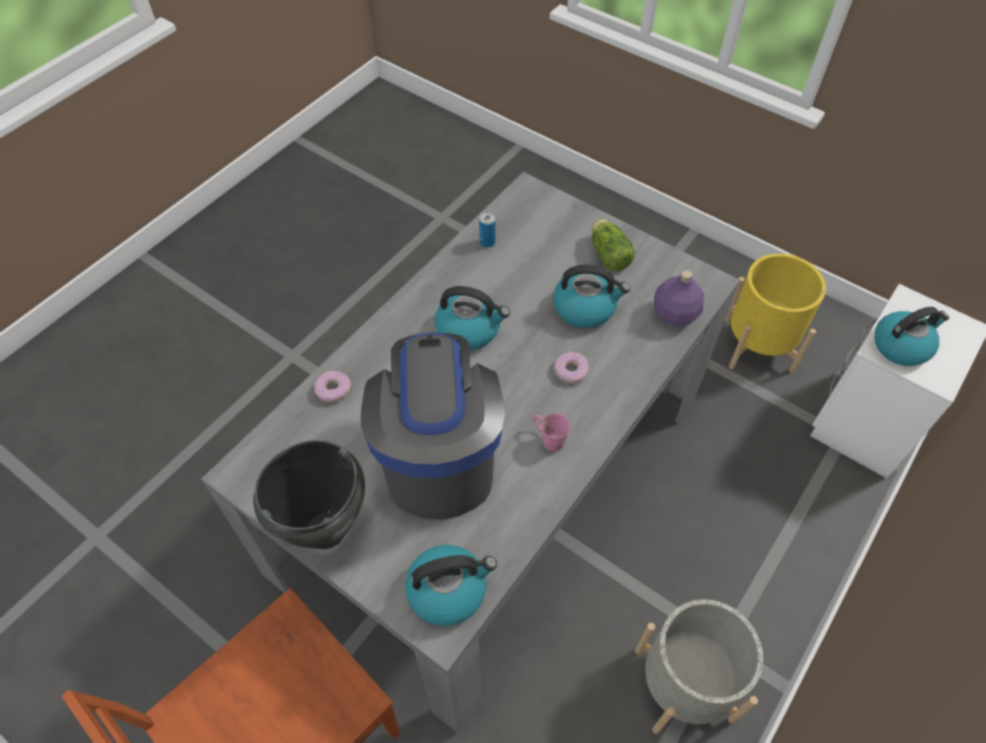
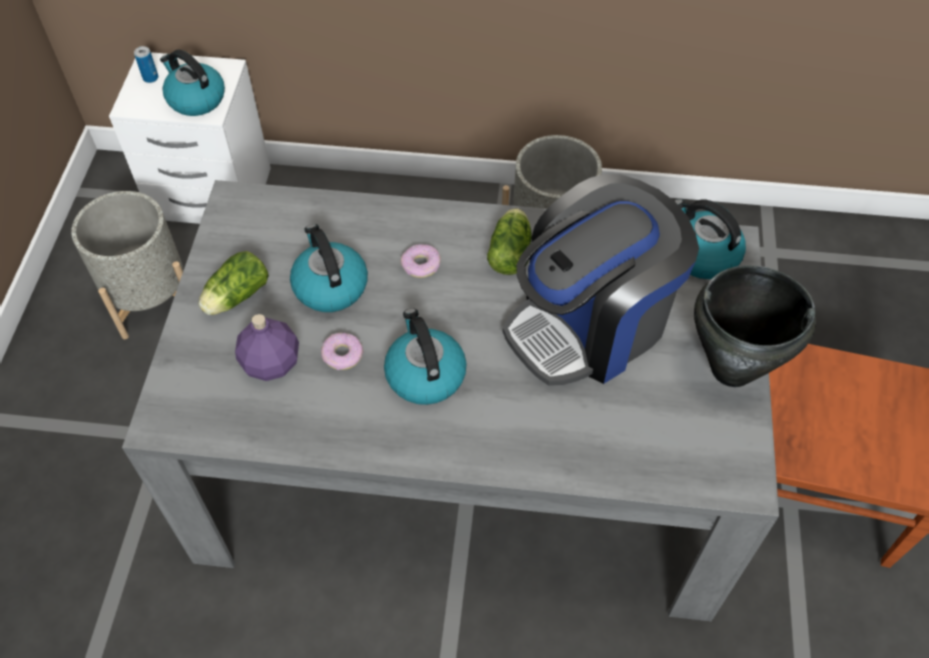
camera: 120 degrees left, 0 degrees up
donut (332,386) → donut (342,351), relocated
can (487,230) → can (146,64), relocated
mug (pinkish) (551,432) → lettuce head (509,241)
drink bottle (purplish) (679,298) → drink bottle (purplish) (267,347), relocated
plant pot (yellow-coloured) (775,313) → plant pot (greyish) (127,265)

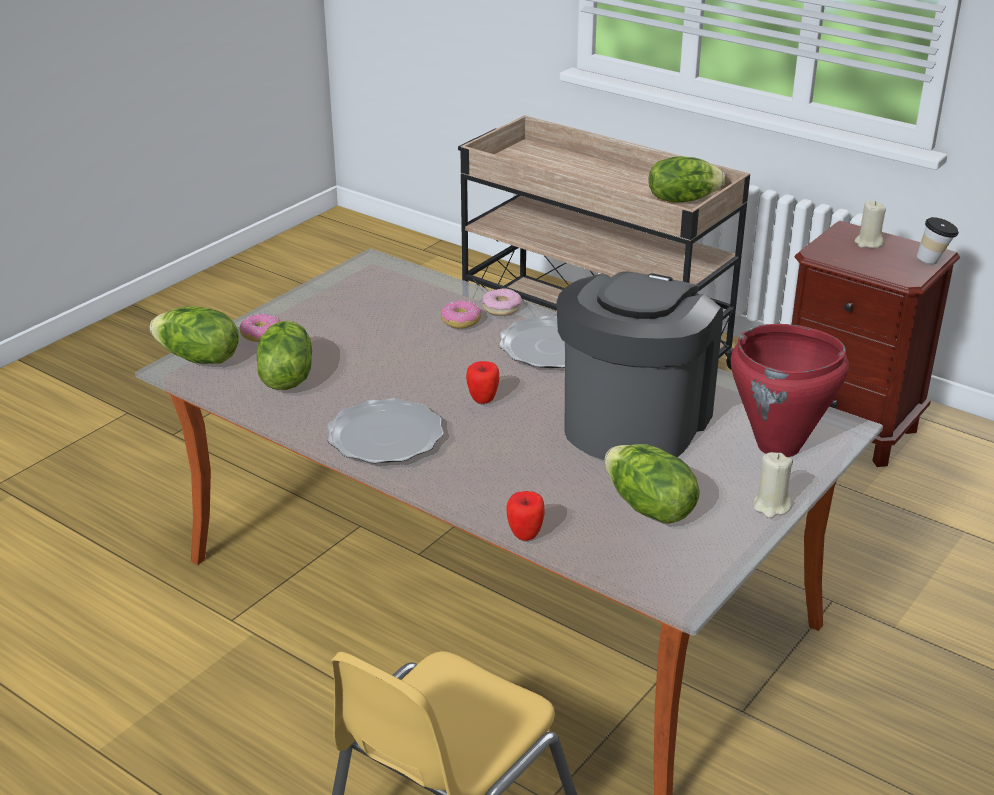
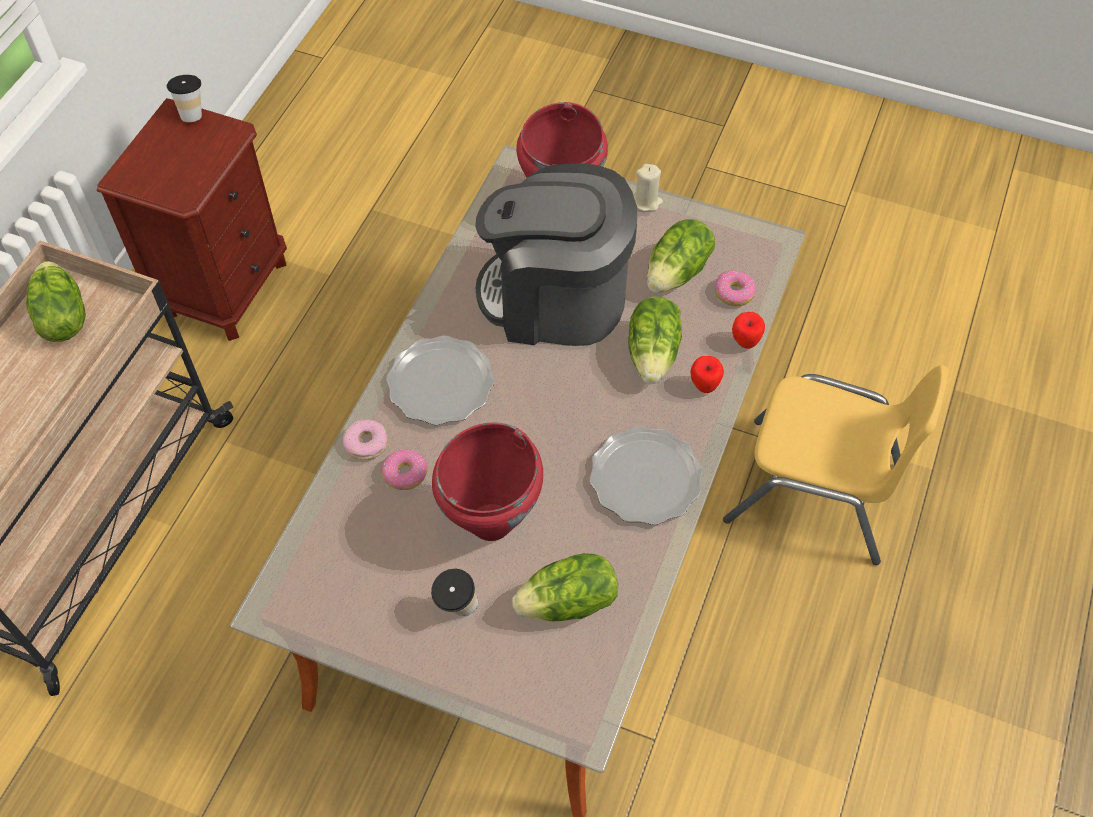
camera: 105 degrees left, 25 degrees up
lettuce head (194,335) → lettuce head (655,340), relocated
donut (259,328) → donut (735,288), relocated
whole apple (482,382) → whole apple (707,374), relocated
wax candle (beige-coloured) (870,224) → -
- → cup (454,592)
- → saucepot (red) (487,481)

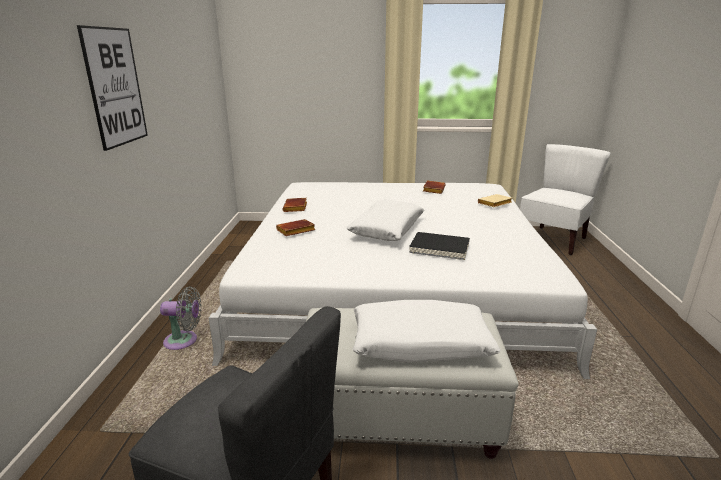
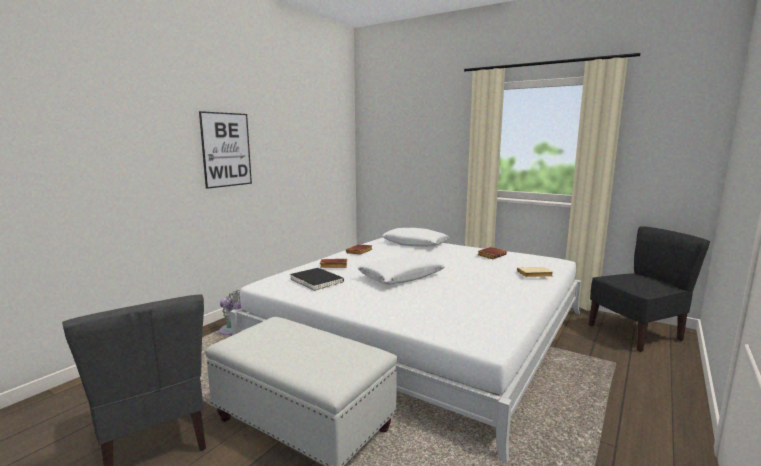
camera: 30 degrees right, 10 degrees down
throw pillow (white-coloured) (426,331) → throw pillow (white-coloured) (415,237), relocated
volume (black-coloured) (439,246) → volume (black-coloured) (317,279), relocated
plain chair (white-coloured) (565,199) → plain chair (black-coloured) (649,289)

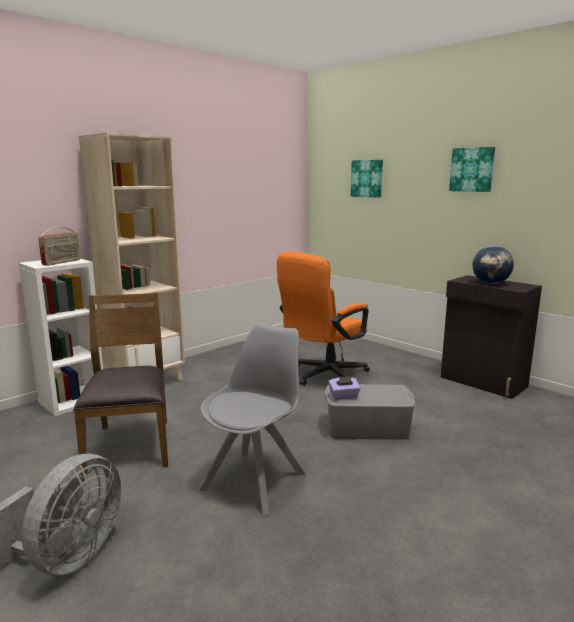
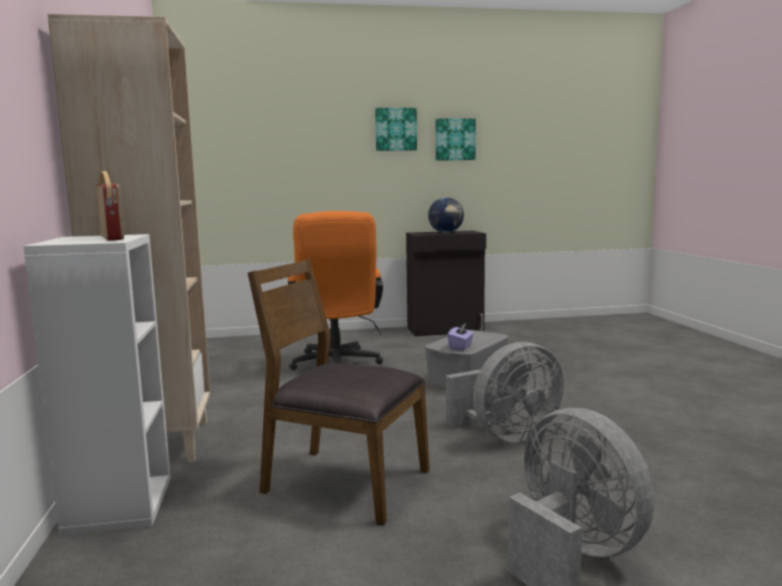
camera: 55 degrees left, 5 degrees down
plain chair (greyish) (252,419) → fan (greyish) (505,392)
wall art (367,179) → wall art (455,139), relocated

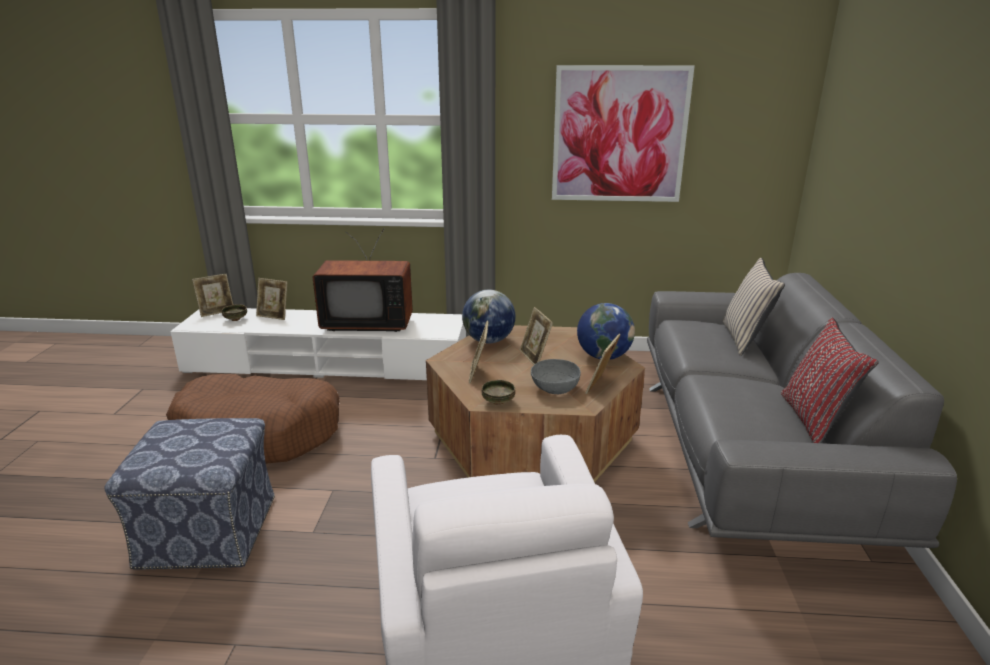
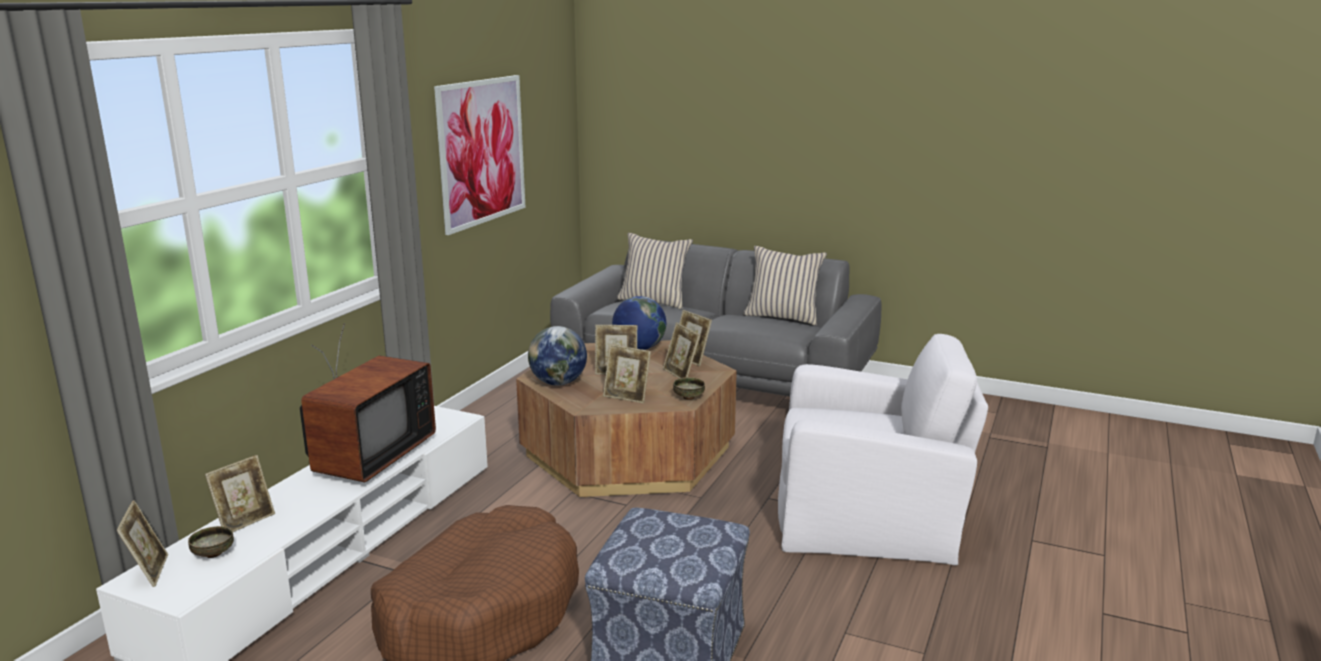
camera: 70 degrees left, 5 degrees down
bowl (greyish) (556,376) → picture frame (681,350)
throw pillow (red) (830,380) → throw pillow (beige-coloured) (785,286)

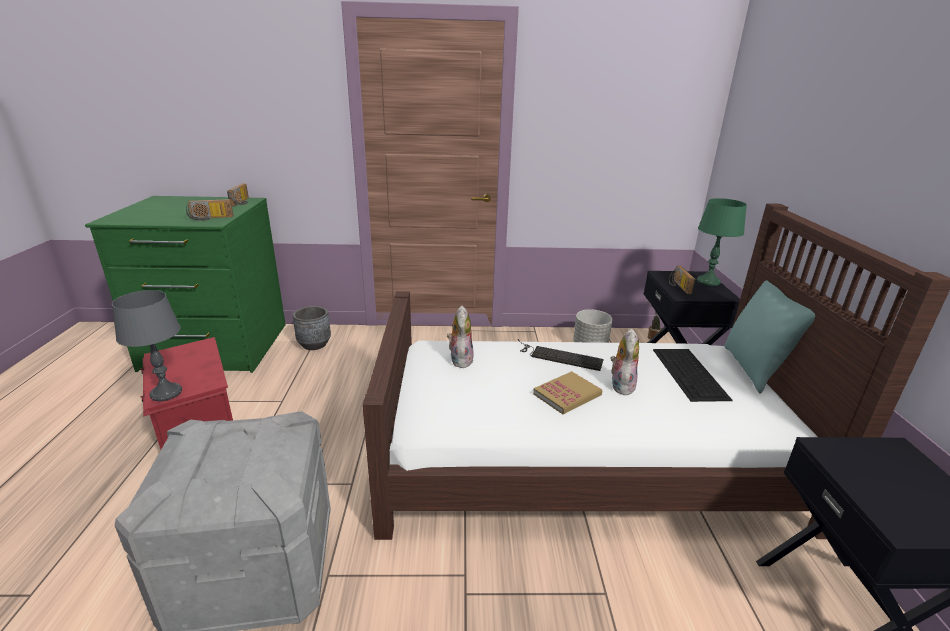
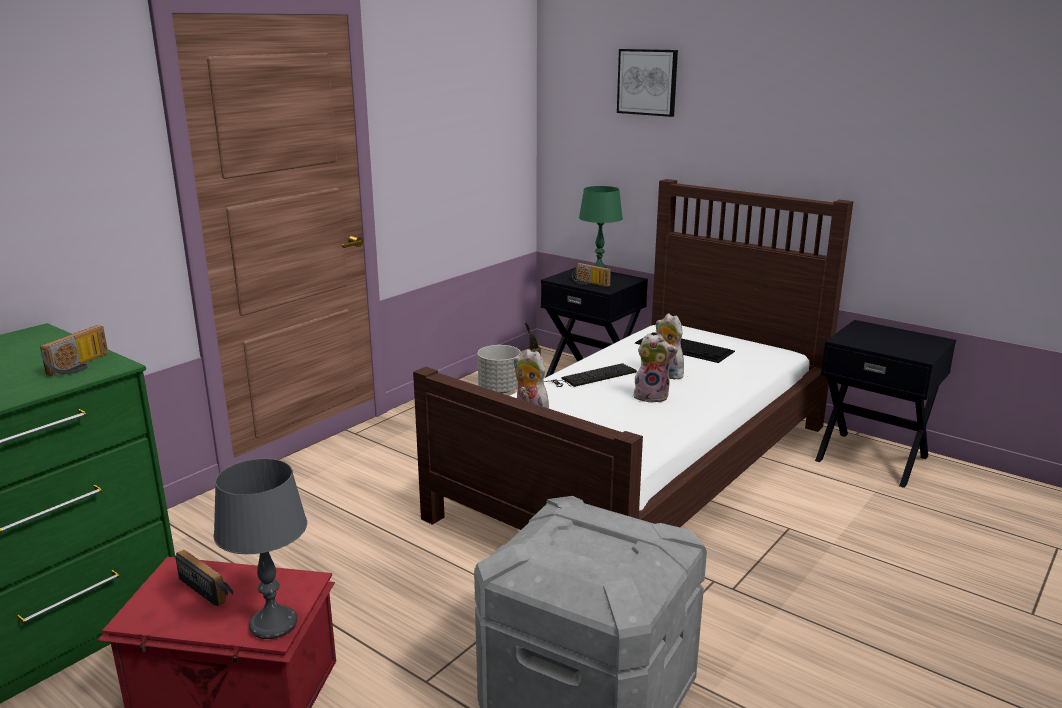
camera: 50 degrees left, 5 degrees down
radio receiver (238,194) → radio receiver (204,578), relocated
plant pot (greyish) (312,328) → -
volume (568,392) → cuddly toy (656,368)
throw pillow (turquoise) (769,337) → -
- → wall art (647,83)

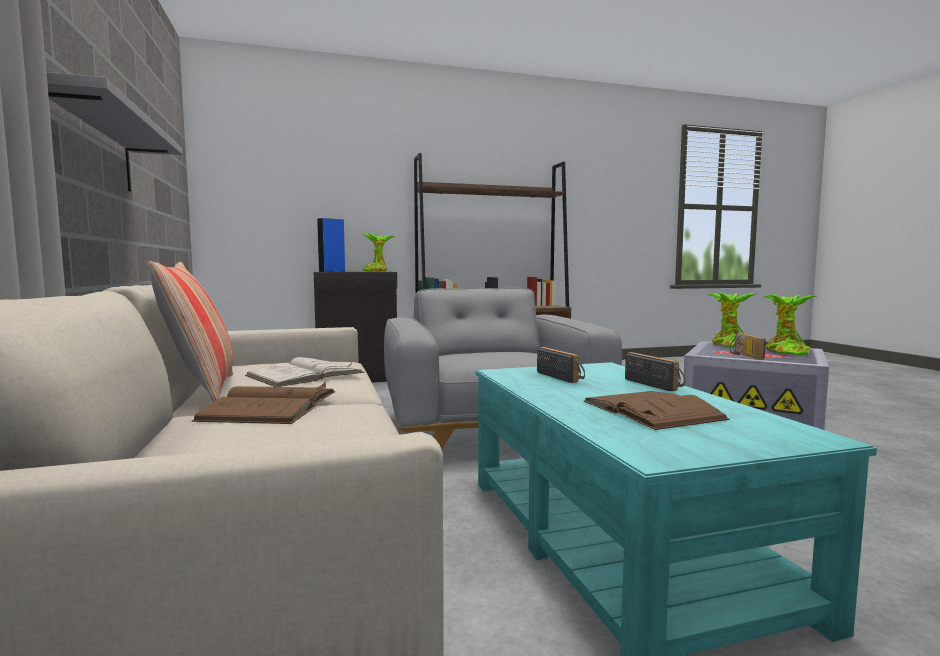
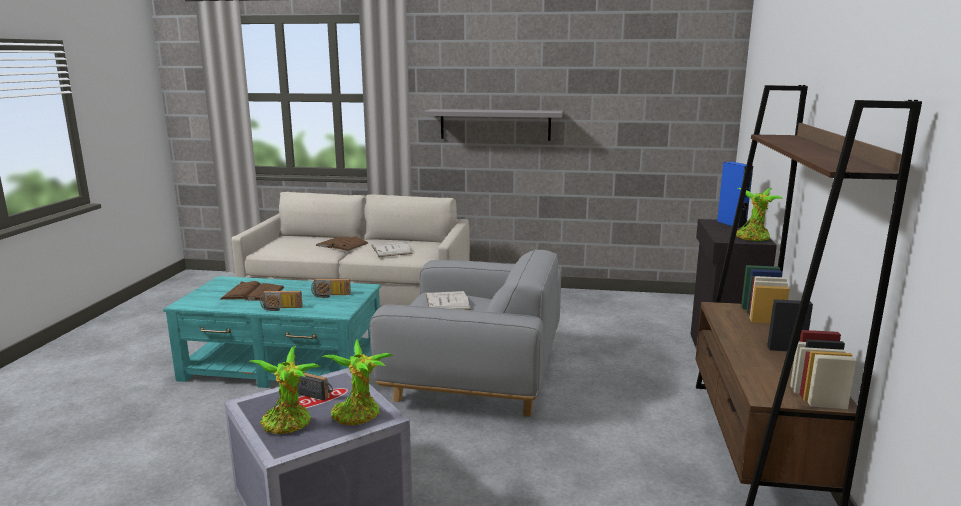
camera: 115 degrees right, 10 degrees up
throw pillow (191,331) → -
- → volume (white-coloured) (448,300)

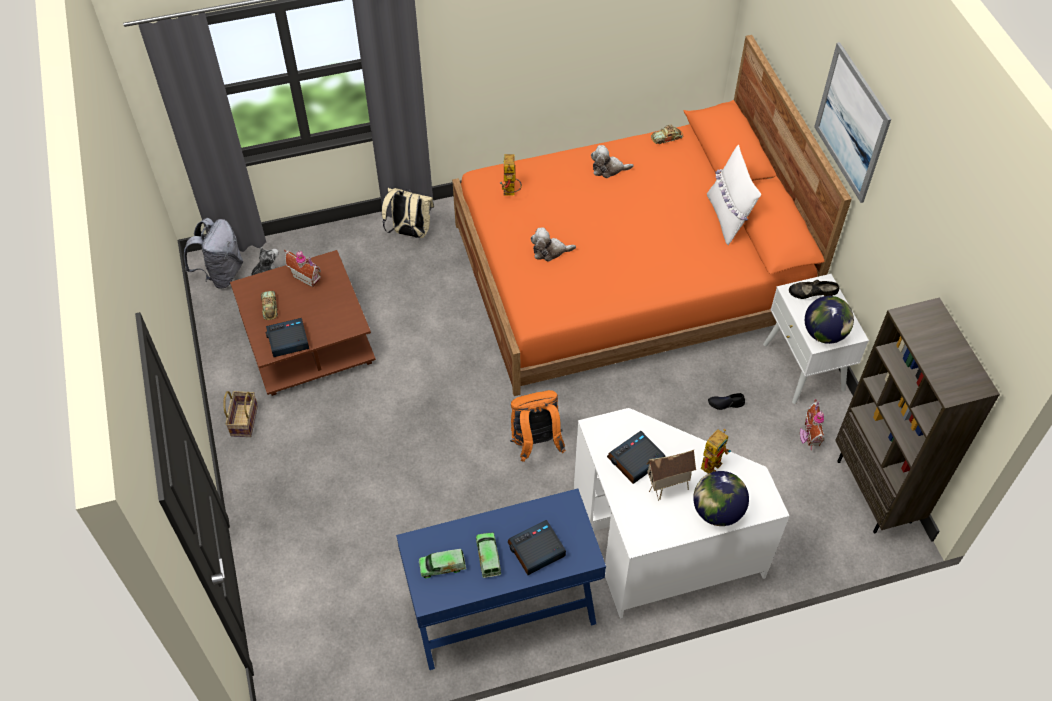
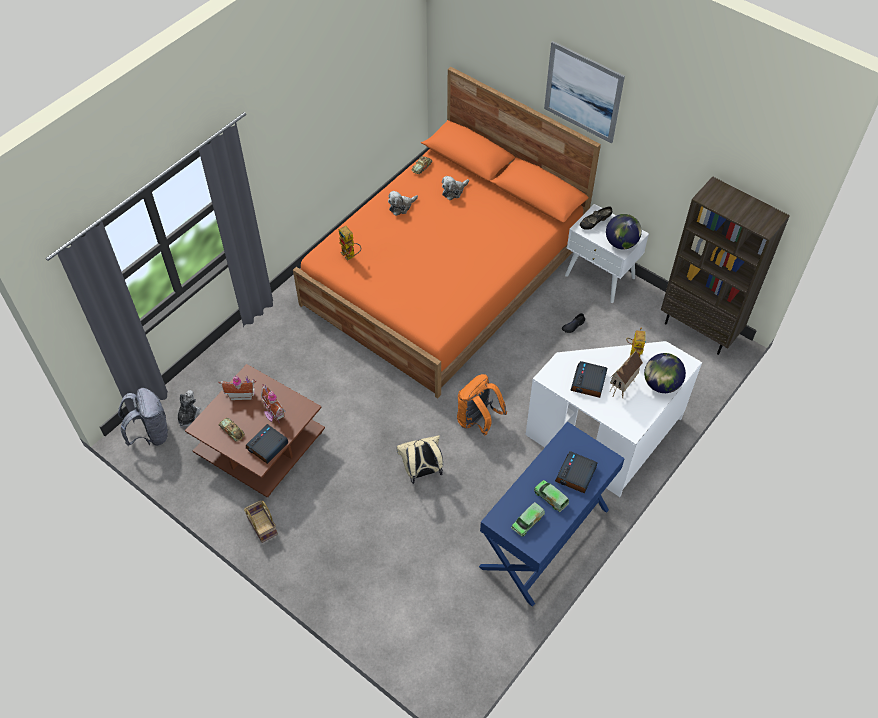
camera: 35 degrees left, 0 degrees up
rucksack (beige-coloured) (408,213) → rucksack (beige-coloured) (419,459), relocated
cuddly toy (553,244) → cuddly toy (455,188), relocated
throw pillow (white-coloured) (734,195) → -
model house (812,424) → model house (273,403), relocated

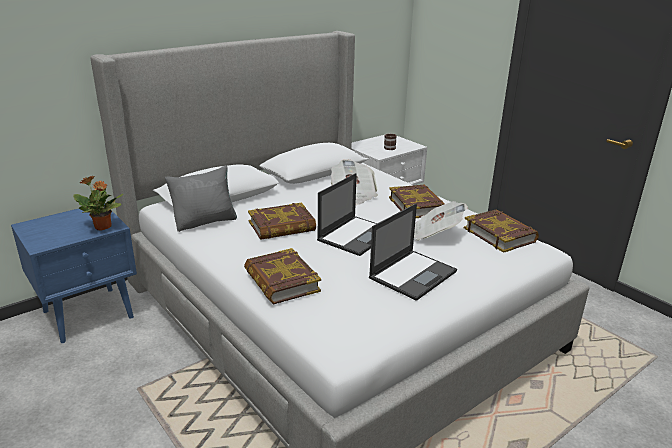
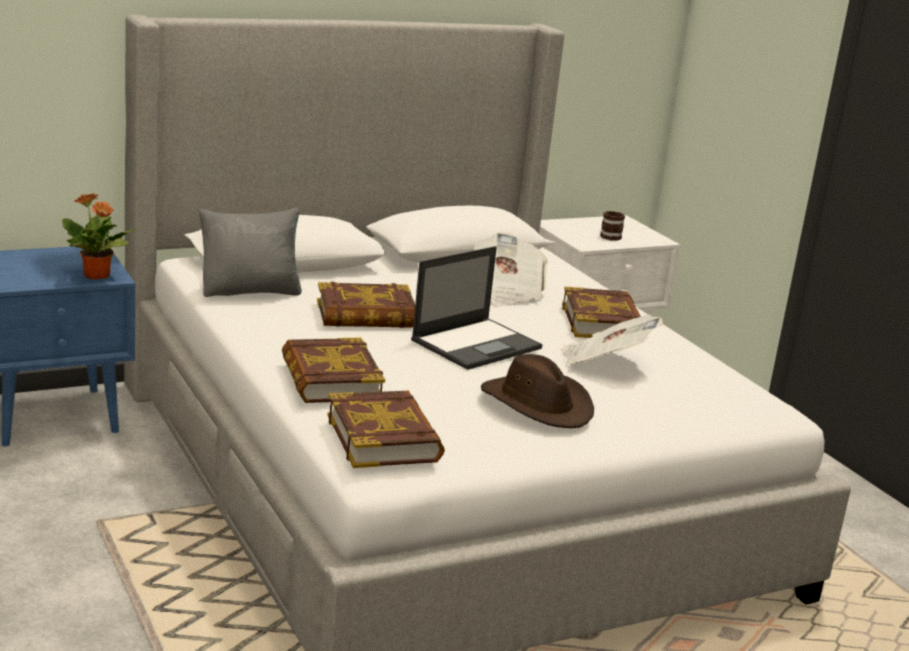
camera: 10 degrees right, 5 degrees down
portable computer (413,252) → clothing hat (brown-coloured) (537,391)
volume (501,231) → volume (386,429), relocated

